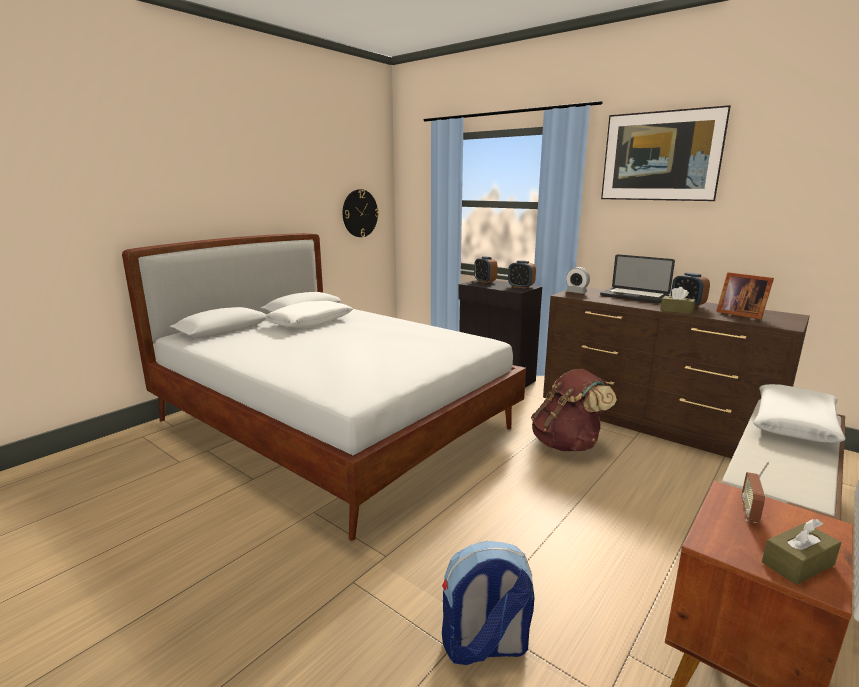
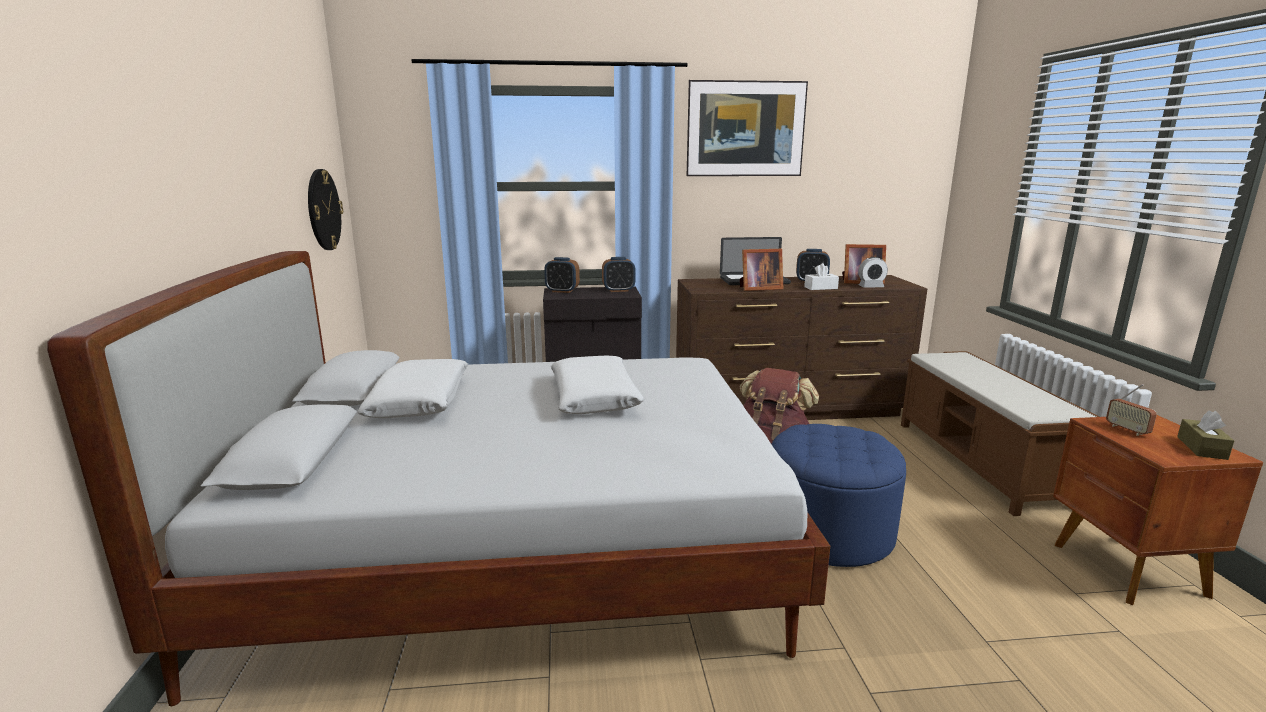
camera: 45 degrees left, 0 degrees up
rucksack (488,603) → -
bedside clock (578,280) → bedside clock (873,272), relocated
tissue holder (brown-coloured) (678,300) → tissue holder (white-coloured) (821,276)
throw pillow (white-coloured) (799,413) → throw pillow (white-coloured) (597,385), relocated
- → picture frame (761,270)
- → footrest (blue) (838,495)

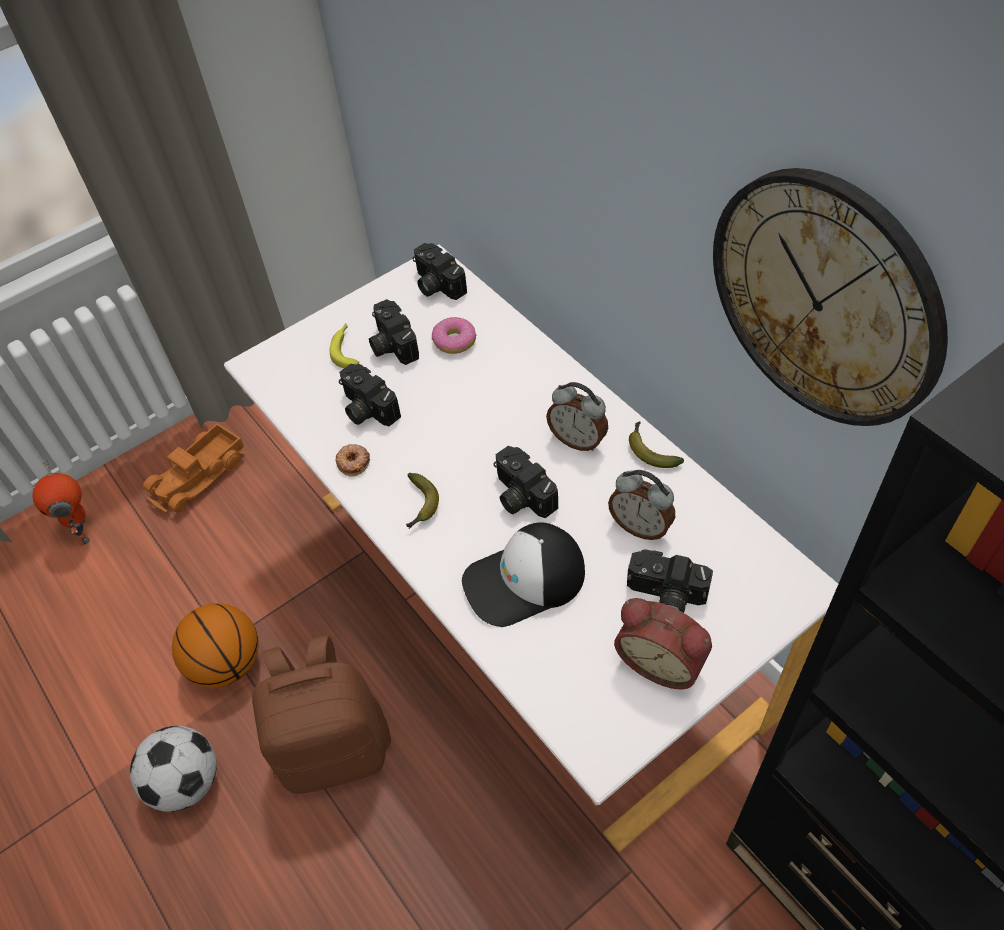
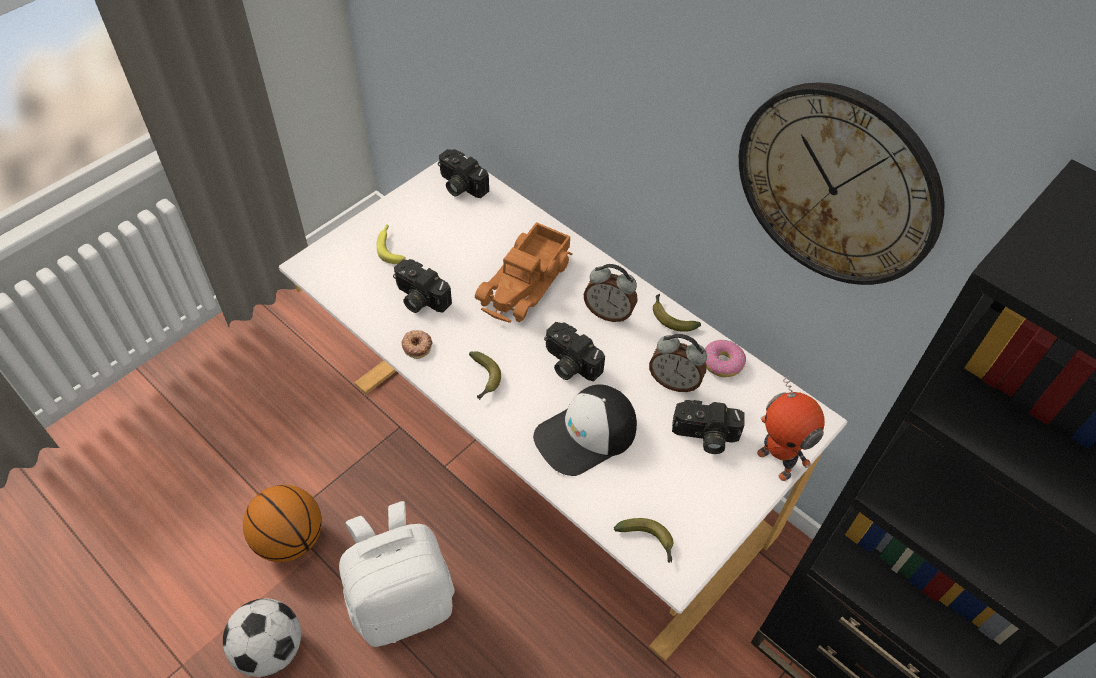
camera: 15 degrees left, 0 degrees up
model robot (61,502) → model robot (791,428), relocated
toy lorry (193,468) → toy lorry (524,272), relocated
rucksack (brown-coloured) (321,714) → rucksack (white-coloured) (397,574)
photo camera (394,332) → -
donut (454,335) → donut (725,358), relocated
bedside clock (663,643) → -
- → banana (643,540)

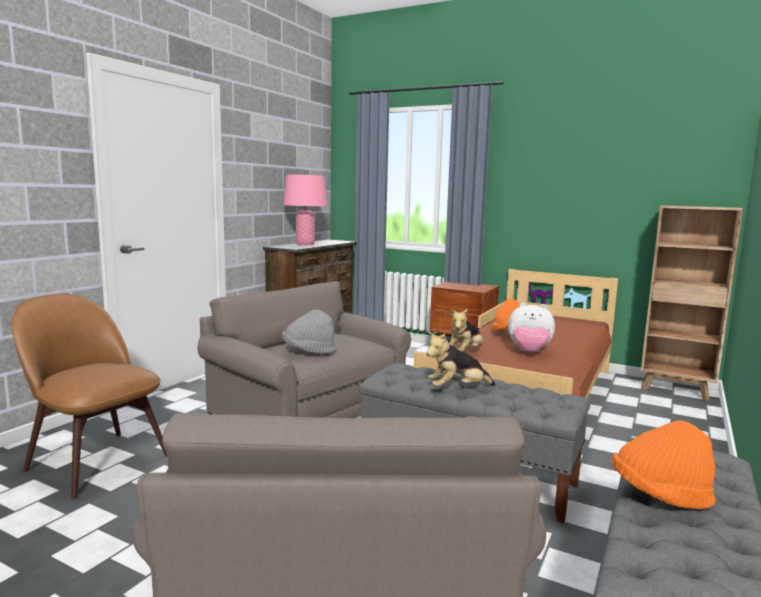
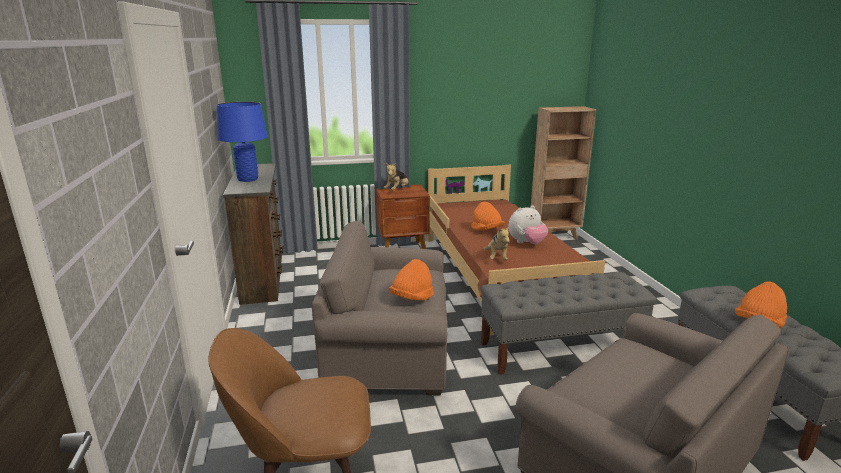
camera: 40 degrees left, 10 degrees up
clothing hat (greyish) (309,331) → clothing hat (orange-coloured) (411,280)
lamp for a table (pinkish) (305,209) → lamp for a table (blue) (242,142)
cuddly toy (461,359) → cuddly toy (396,176), relocated

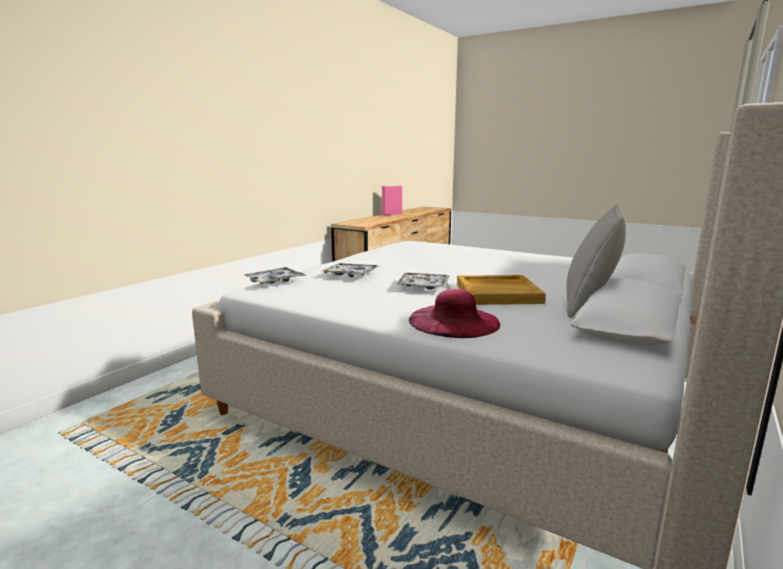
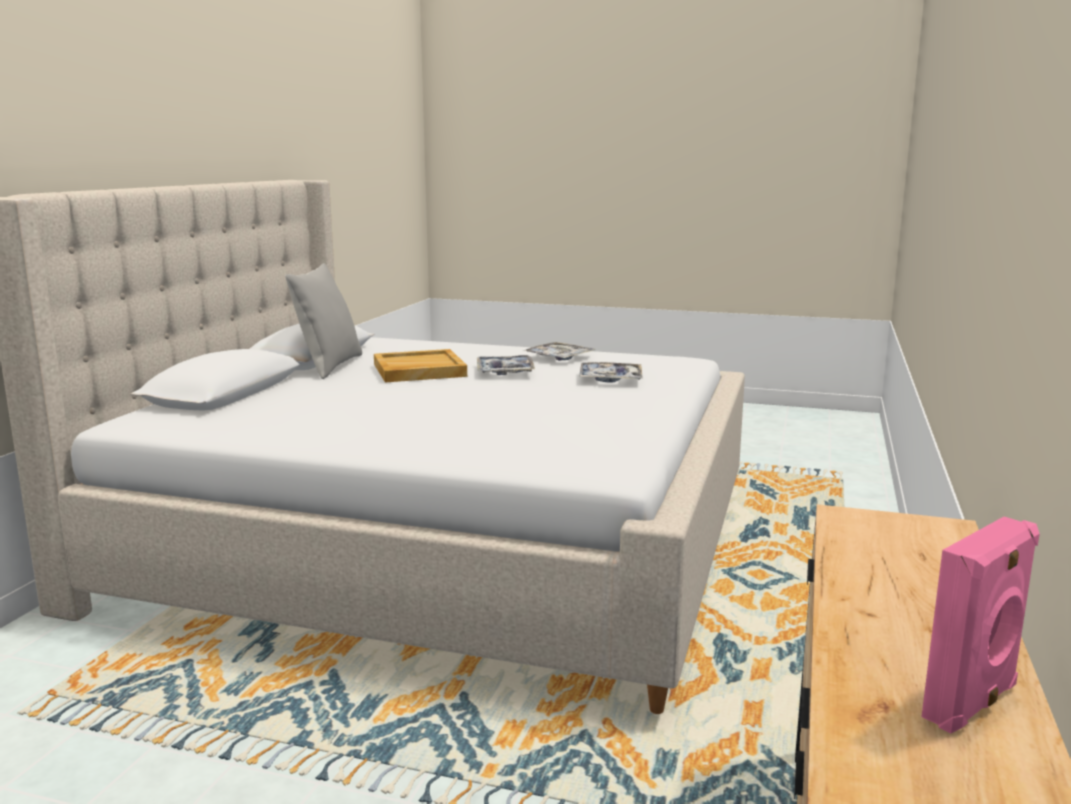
camera: 165 degrees right, 0 degrees up
serving tray (275,275) → serving tray (560,351), relocated
clothing hat (pinkish) (454,313) → -

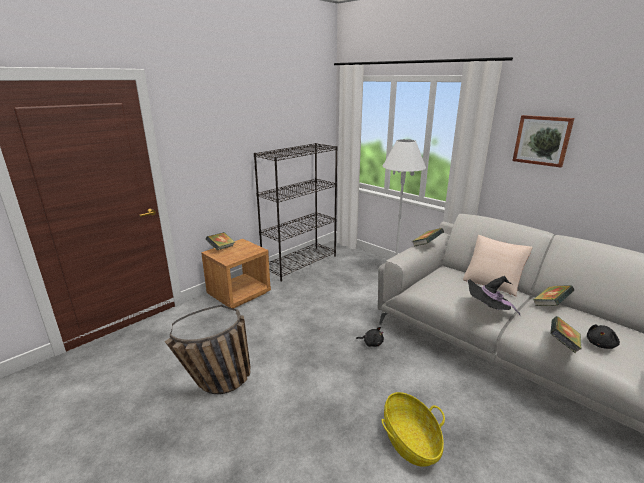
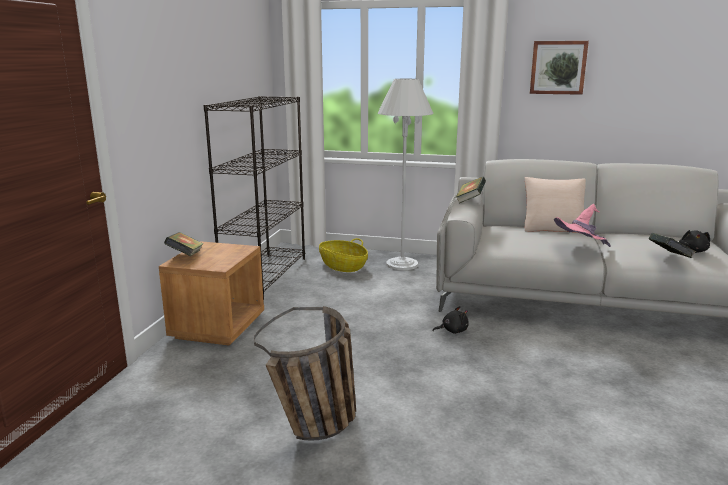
camera: 30 degrees left, 5 degrees down
household basket (413,429) → household basket (343,255), relocated
clothing hat (black-coloured) (494,296) → clothing hat (pinkish) (582,225)
volume (553,295) → -

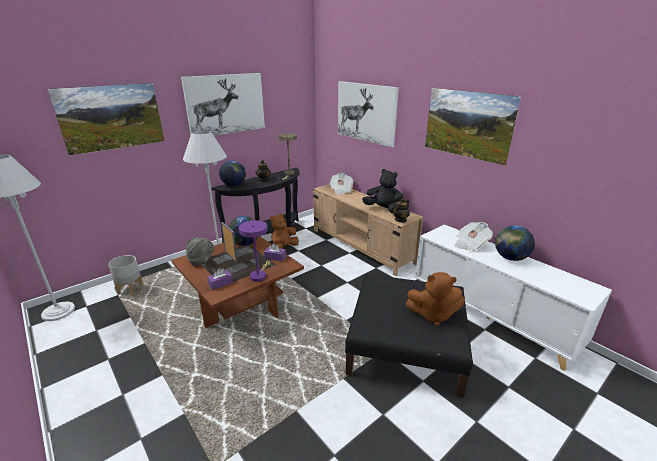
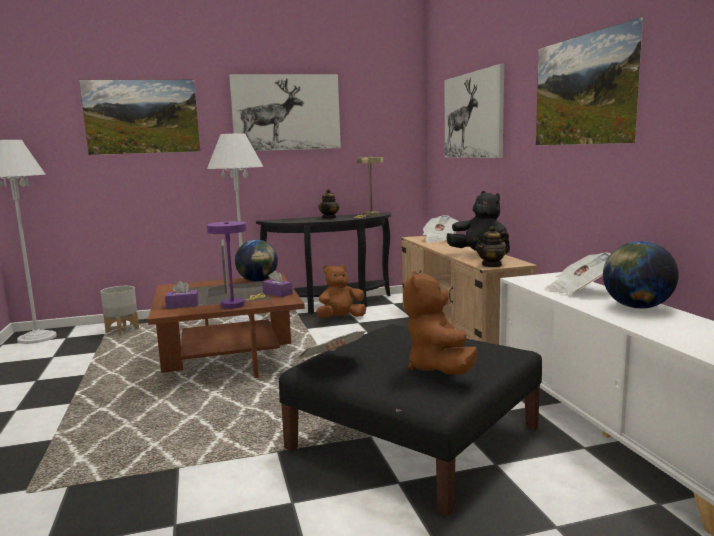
camera: 25 degrees right, 15 degrees down
clothing hat (greyish) (200,251) → -
globe (232,174) → -
cuddly toy (brown-coloured) (435,299) → cuddly toy (brown-coloured) (440,322), 60 degrees clockwise
- → printed paper (332,344)

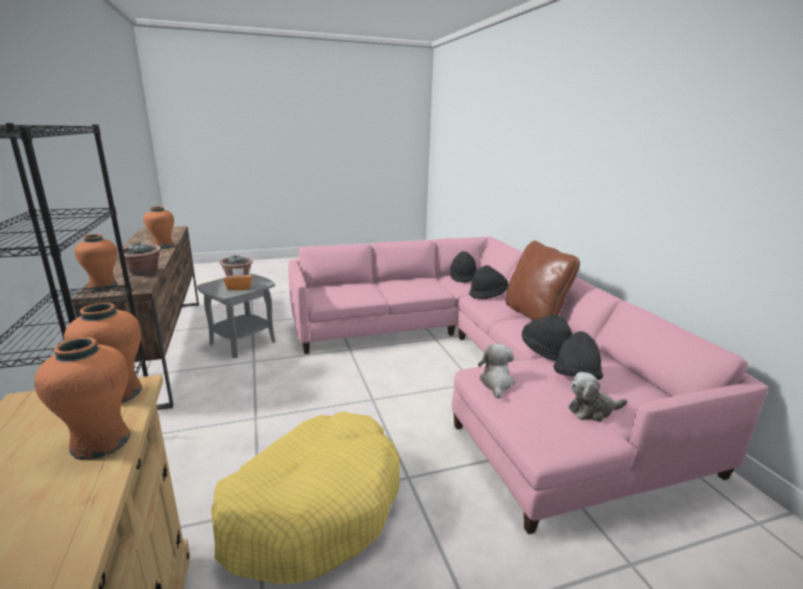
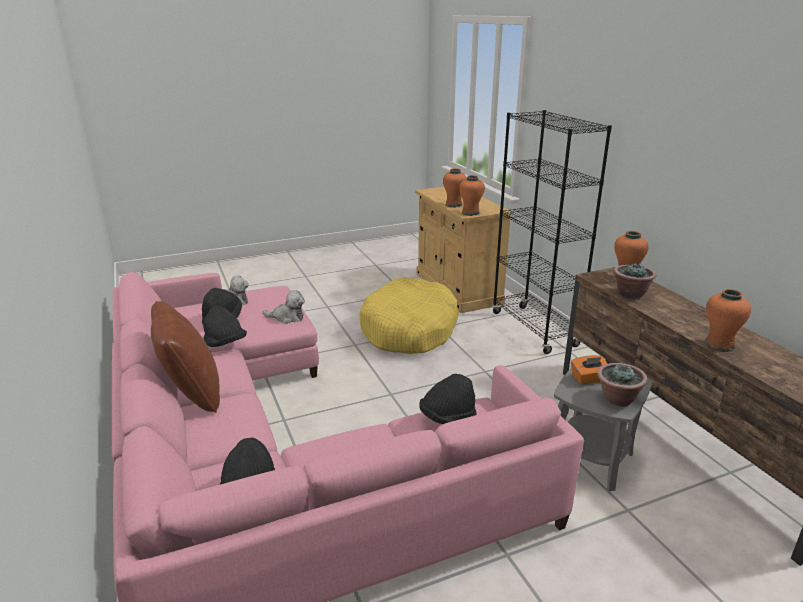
camera: 175 degrees right, 5 degrees up
clothing hat (black-coloured) (488,282) → clothing hat (black-coloured) (448,399), relocated
cuddly toy (496,371) → cuddly toy (283,307), 90 degrees counterclockwise

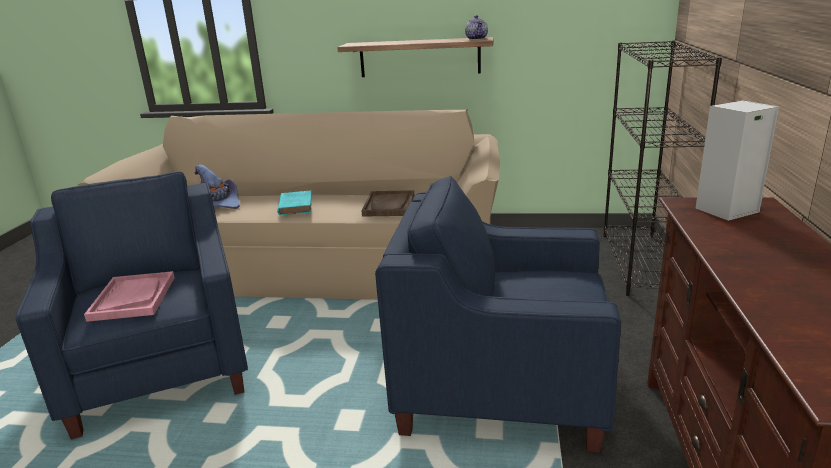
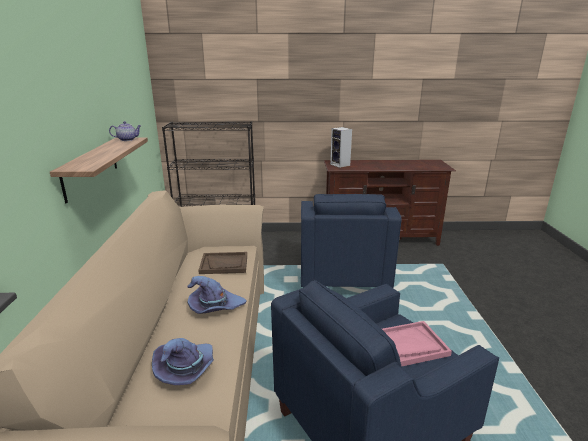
camera: 100 degrees left, 0 degrees up
volume (turquoise) (294,203) → clothing hat (purplish) (217,295)

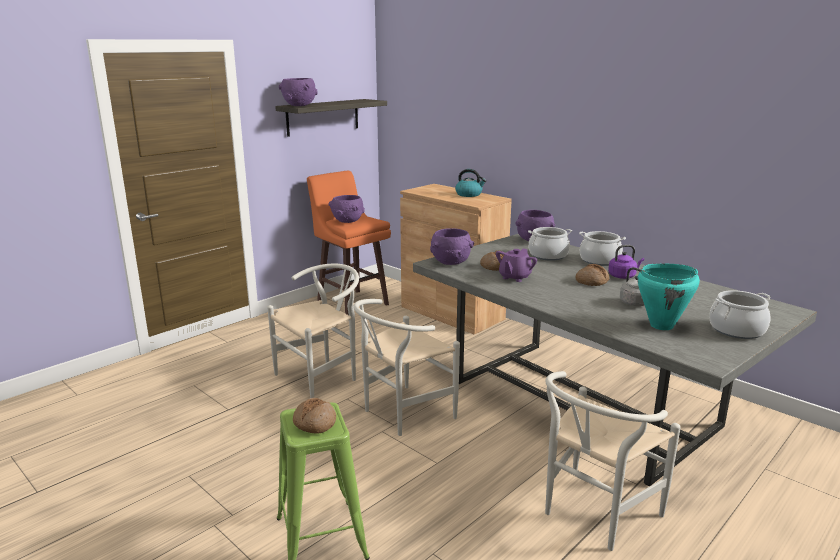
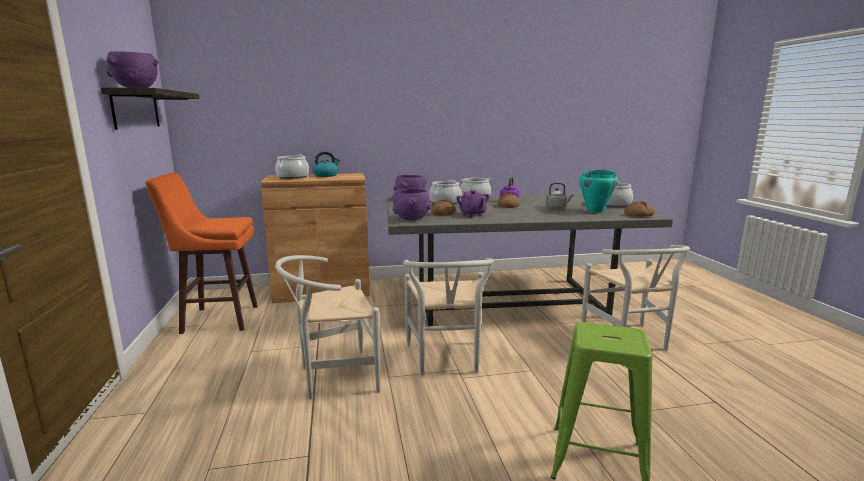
camera: 55 degrees left, 5 degrees down
plain chair (white-coloured) (313,331) → plain chair (white-coloured) (327,327), 105 degrees counterclockwise
bread (314,416) → bread (639,209), relocated
bowl (purplish) (347,209) → -
- → saucepot (292,167)

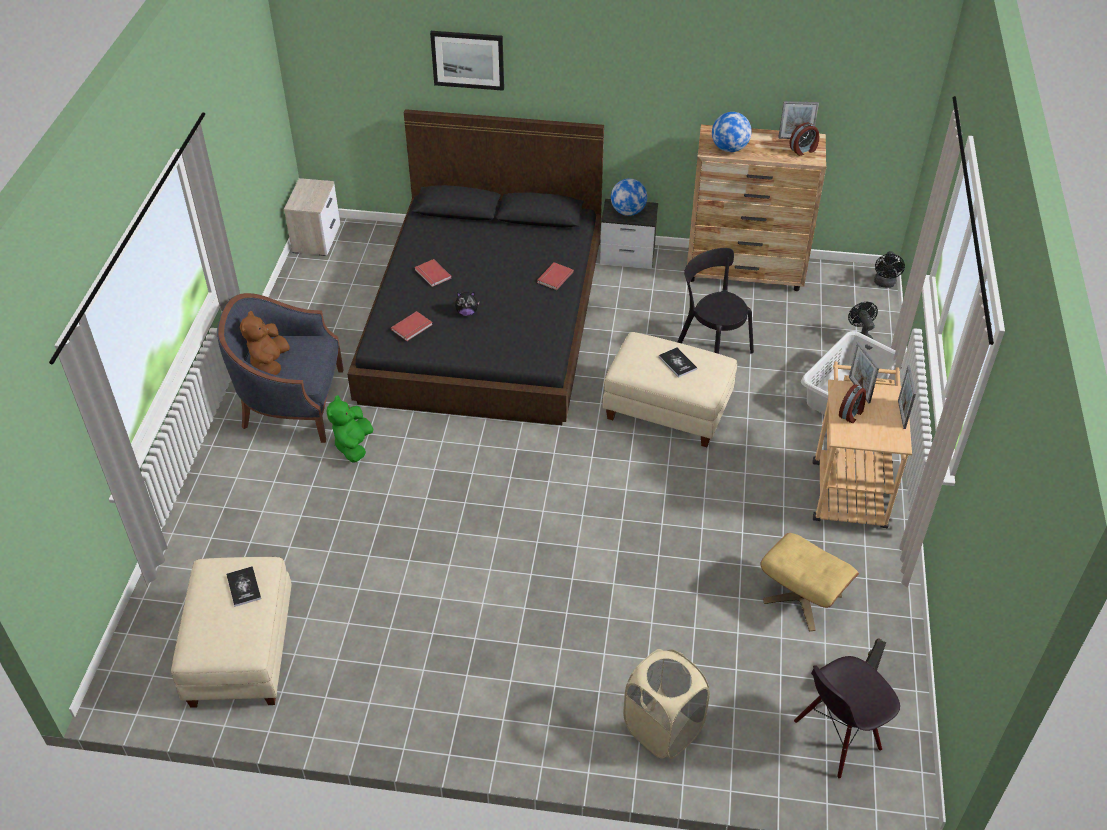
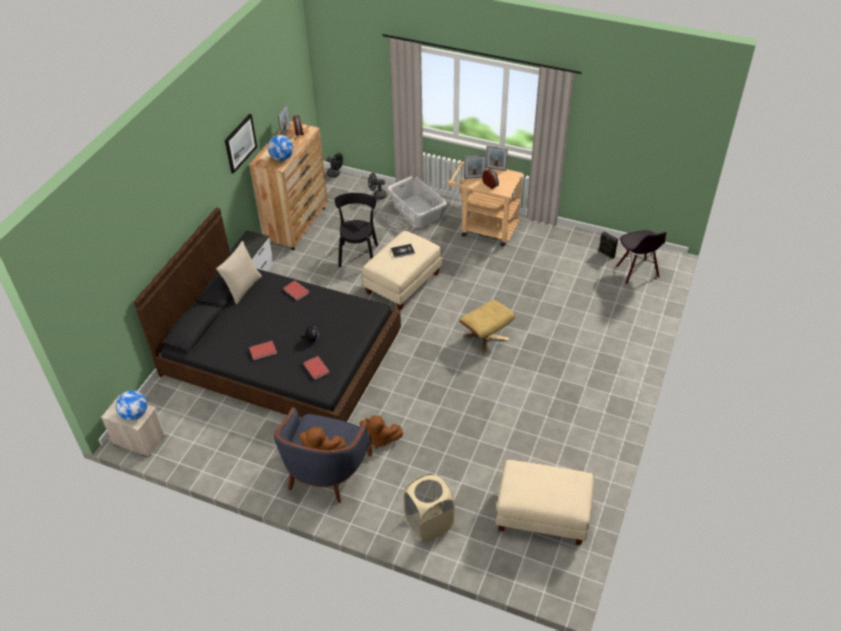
camera: 75 degrees left, 0 degrees up
volume (243,586) → -
cuddly toy (green-coloured) (349,429) → cuddly toy (brown-coloured) (381,432)
wall art (467,61) → wall art (241,144), relocated
globe (629,197) → globe (131,405), relocated
hamper (beige-coloured) (666,704) → hamper (beige-coloured) (429,508), relocated
plain chair (black-coloured) (716,301) → plain chair (black-coloured) (356,230), 120 degrees clockwise
footrest (beige-coloured) (809,582) → footrest (beige-coloured) (487,327), relocated
- → throw pillow (beige-coloured) (239,272)

